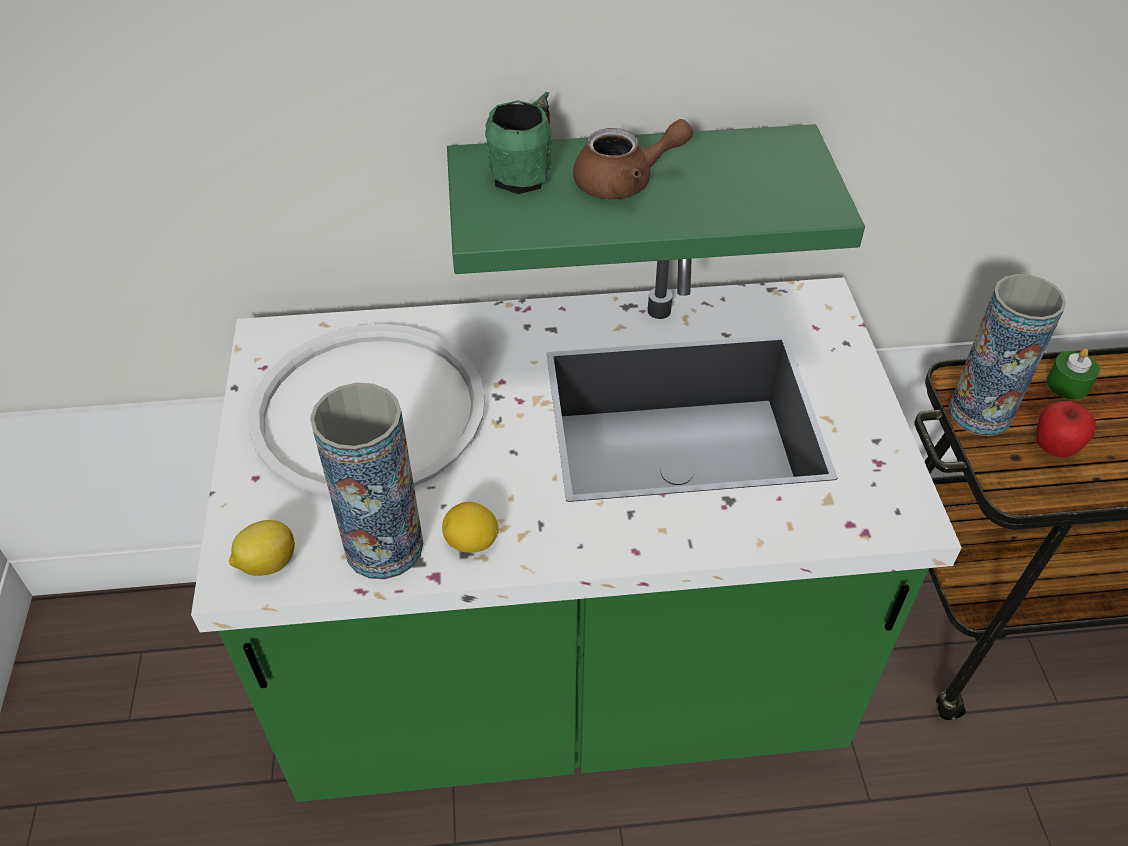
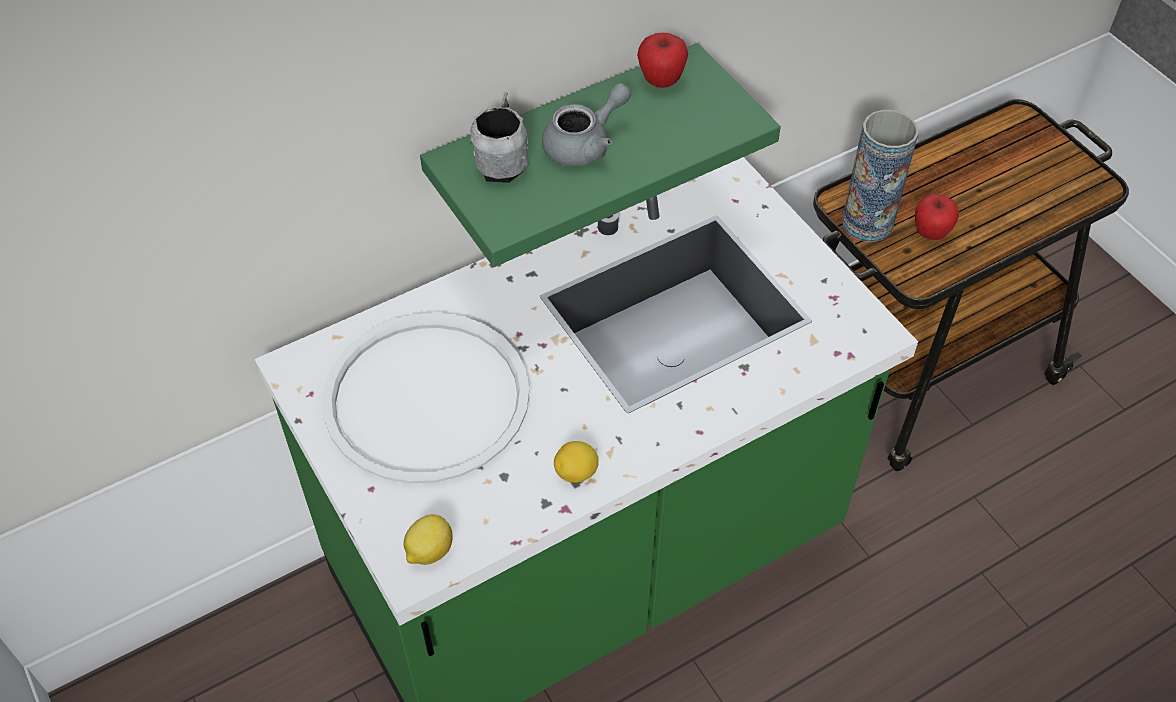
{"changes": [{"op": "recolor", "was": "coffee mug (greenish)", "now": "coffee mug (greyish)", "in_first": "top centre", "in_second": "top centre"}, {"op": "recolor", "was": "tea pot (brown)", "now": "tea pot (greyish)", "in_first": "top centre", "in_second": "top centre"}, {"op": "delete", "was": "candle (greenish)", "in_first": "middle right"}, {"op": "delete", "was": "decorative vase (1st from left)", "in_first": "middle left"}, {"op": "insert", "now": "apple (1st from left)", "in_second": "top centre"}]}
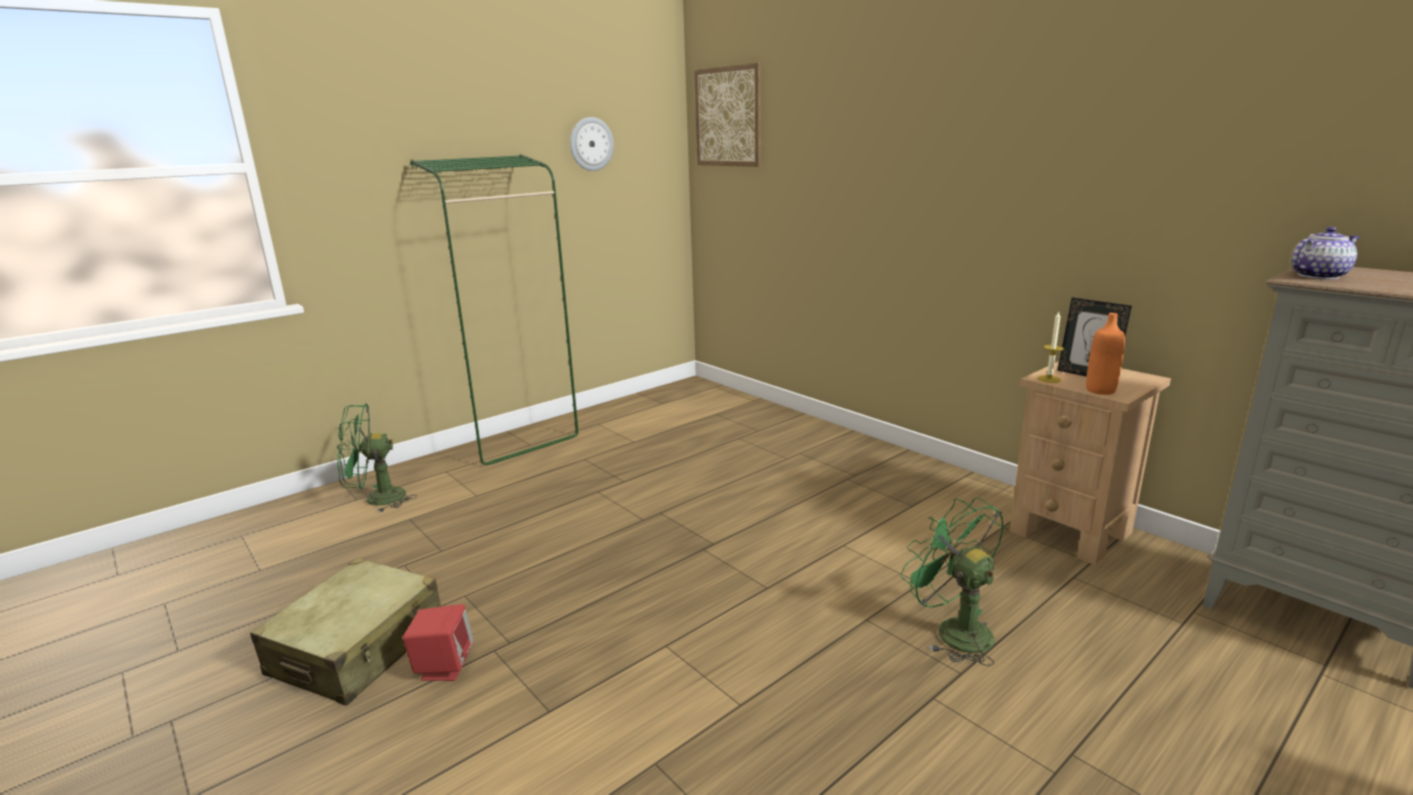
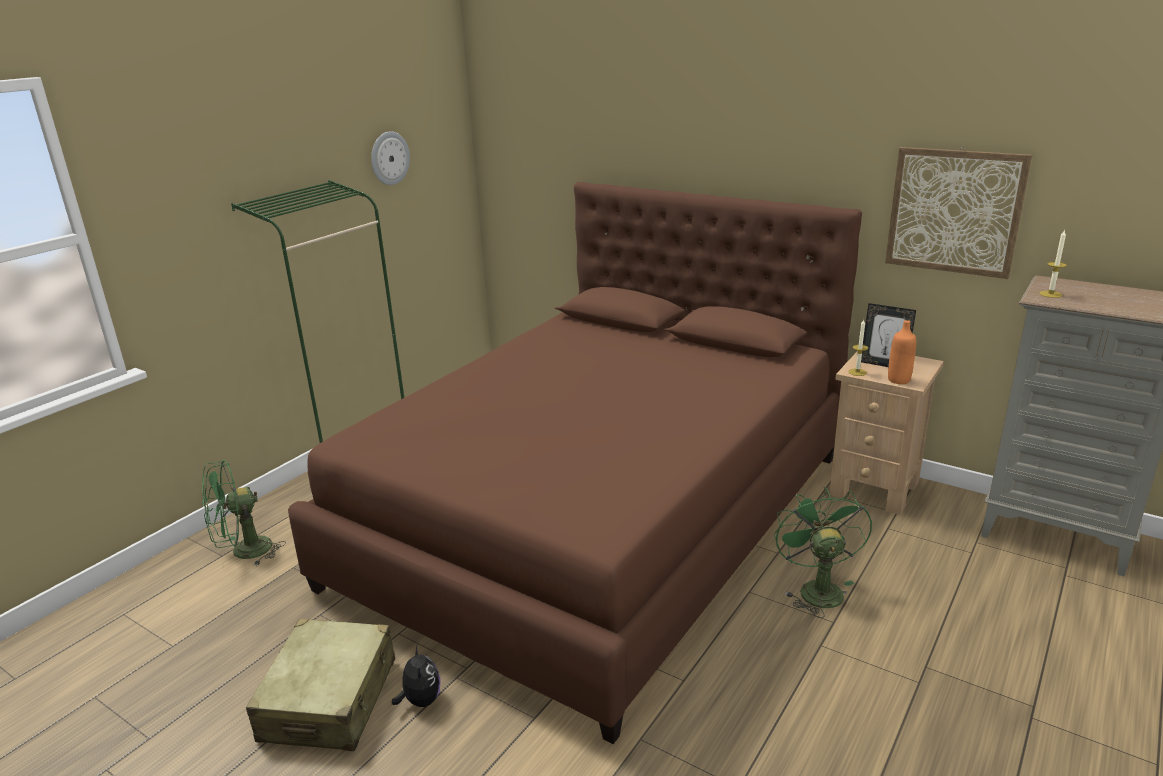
{"changes": [{"op": "move", "was": "wall picture", "in_first": "top centre", "in_second": "top right"}, {"op": "replace", "was": "tea pot", "now": "candle (2nd from left)", "in_first": "top right", "in_second": "middle right"}, {"op": "rotate", "was": "cooling fan (greenish) (2nd from left)", "in_first": "bottom right", "in_second": "bottom right", "clockwise": 45}, {"op": "replace", "was": "loudspeaker (red-coloured)", "now": "plush toy", "in_first": "bottom left", "in_second": "bottom centre"}, {"op": "insert", "now": "bed (brown)", "in_second": "centre"}]}
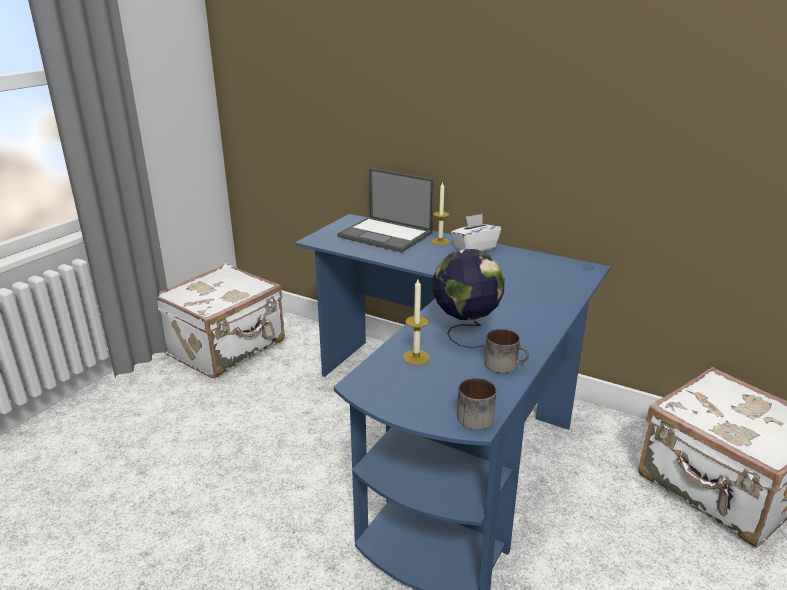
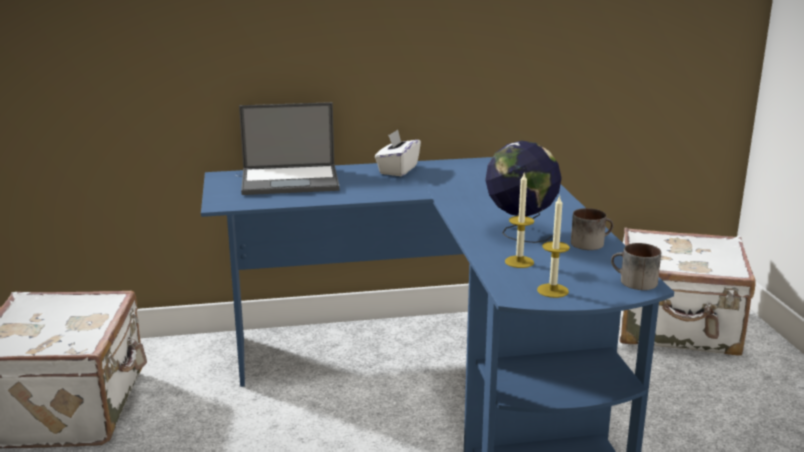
{"changes": [{"op": "move", "was": "candle (2nd from left)", "in_first": "centre", "in_second": "middle right"}]}
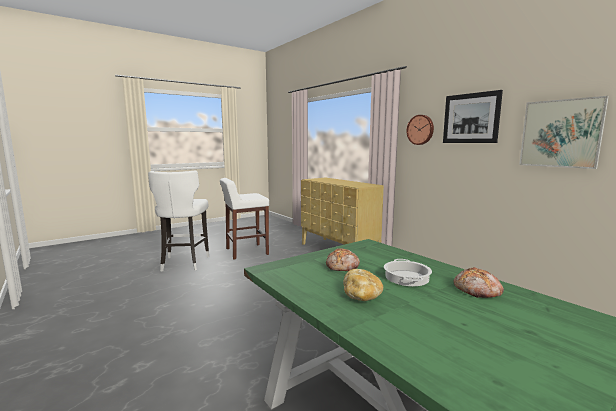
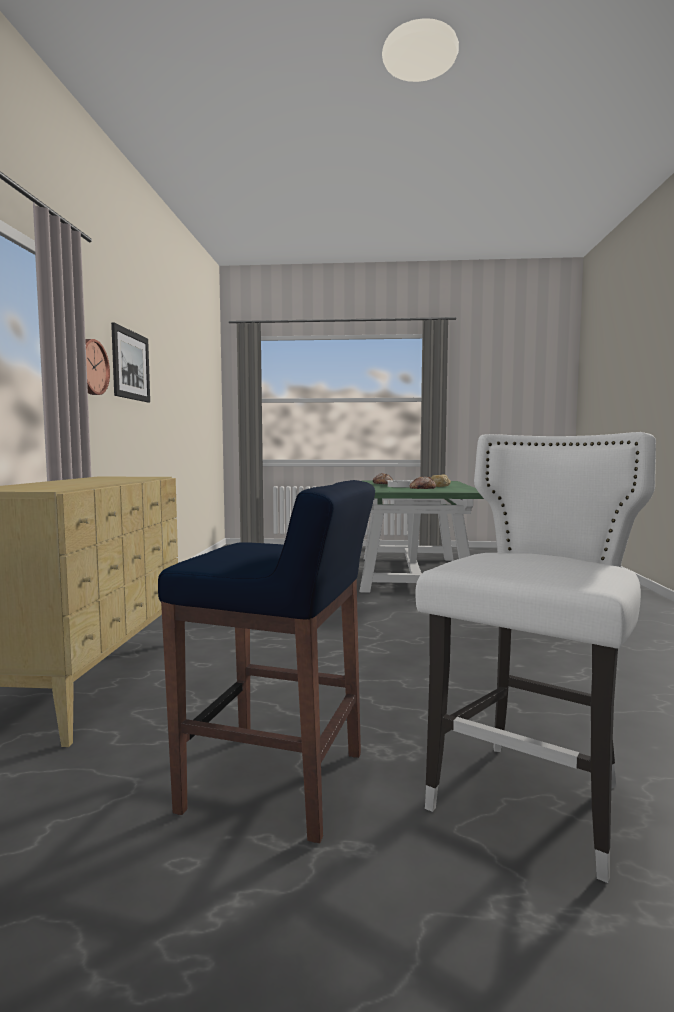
{"changes": [{"op": "delete", "was": "wall picture (2nd from left)", "in_first": "top right"}, {"op": "recolor", "was": "stool (whitish) (2nd from left)", "now": "stool (blue-coloured)", "in_first": "centre", "in_second": "centre"}]}
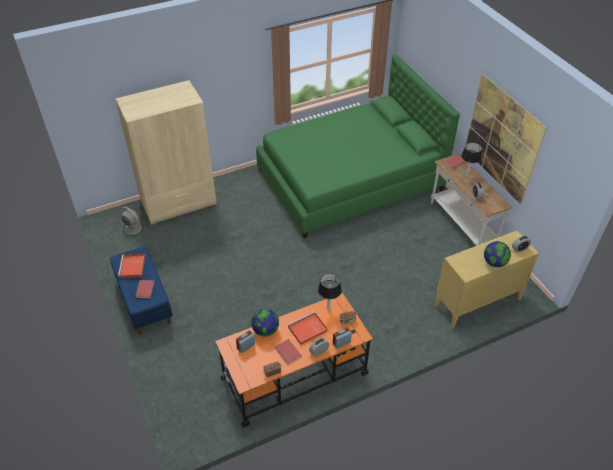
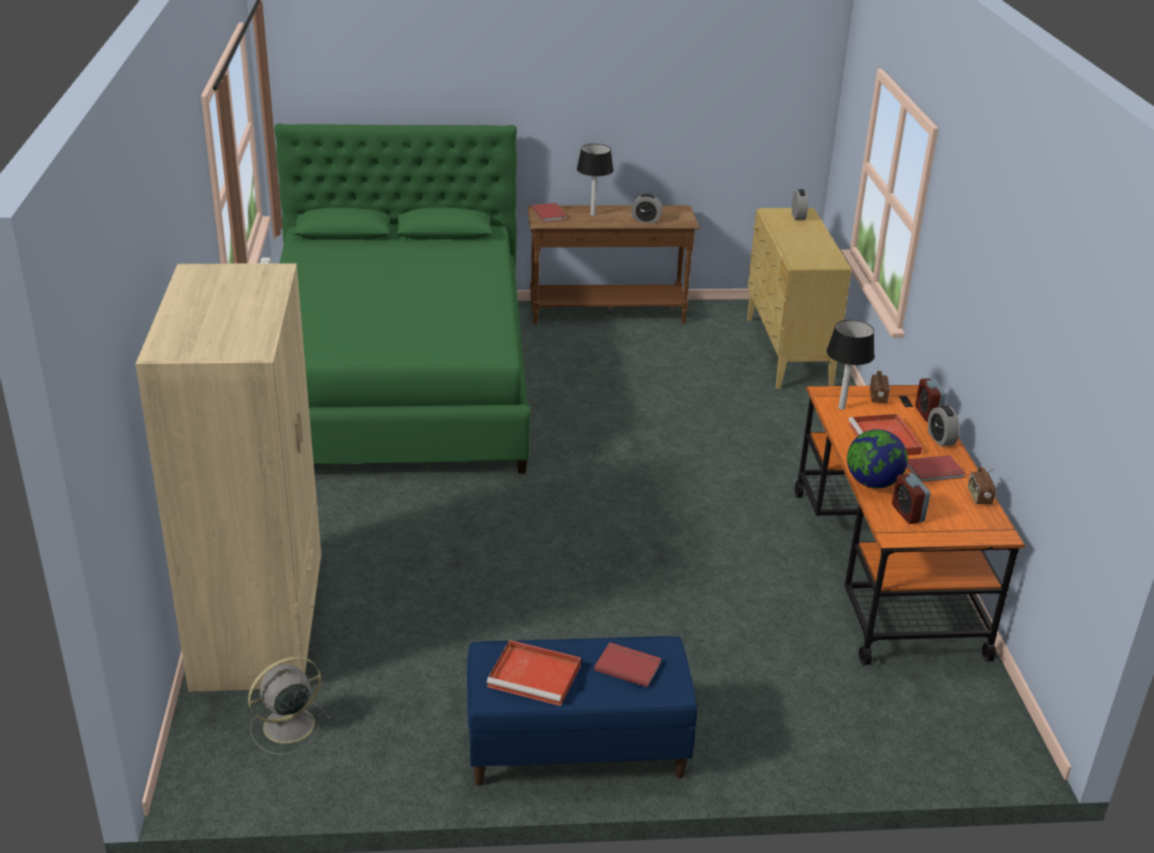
{"changes": [{"op": "delete", "was": "wall picture", "in_first": "top right"}, {"op": "recolor", "was": "hall table (whitish)", "now": "hall table (brown)", "in_first": "middle right", "in_second": "top centre"}, {"op": "delete", "was": "globe (2nd from left)", "in_first": "middle right"}]}
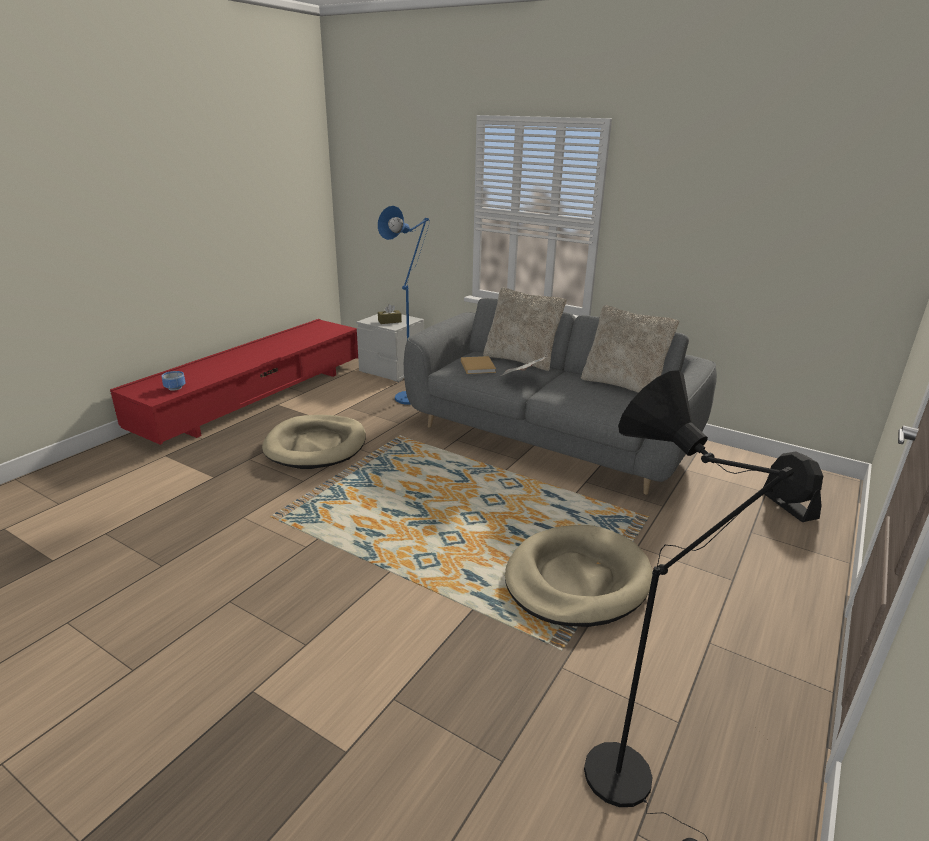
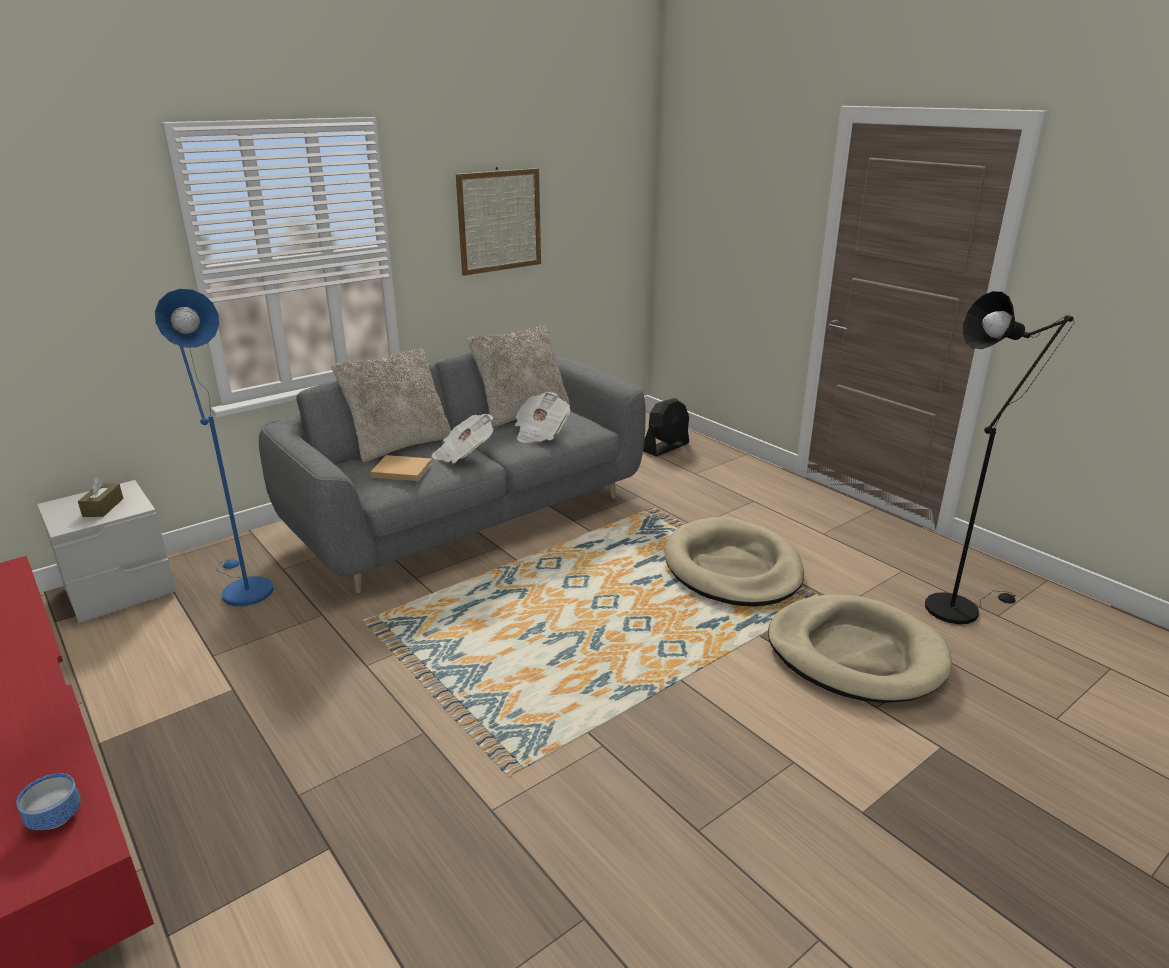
{"changes": [{"op": "move", "was": "dog cushion (sand-coloured) (1st from left in the first image)", "now": "dog cushion (sand-coloured) (2nd from left)", "in_first": "centre", "in_second": "bottom right"}, {"op": "rotate", "was": "cooling fan (black)", "in_first": "middle right", "in_second": "centre", "clockwise": -45}, {"op": "insert", "now": "wall picture", "in_second": "top centre"}, {"op": "insert", "now": "printed paper (2nd from left)", "in_second": "centre"}]}
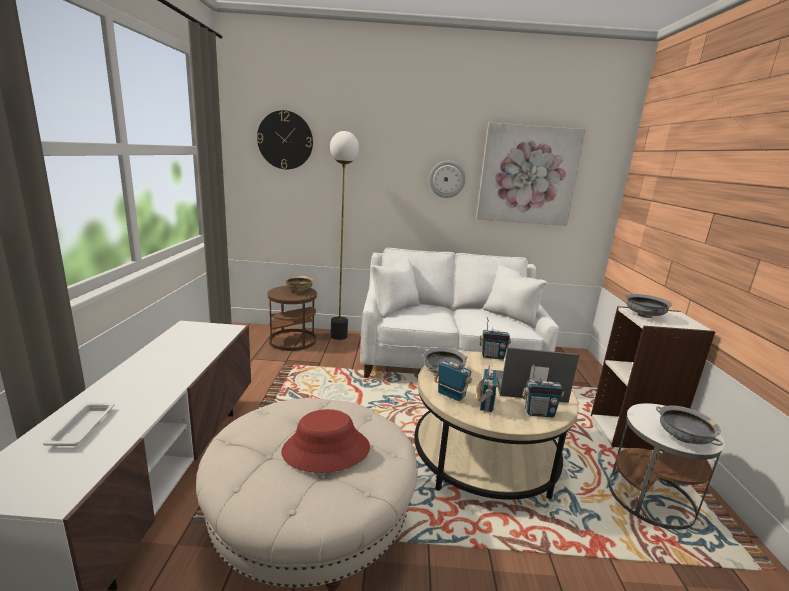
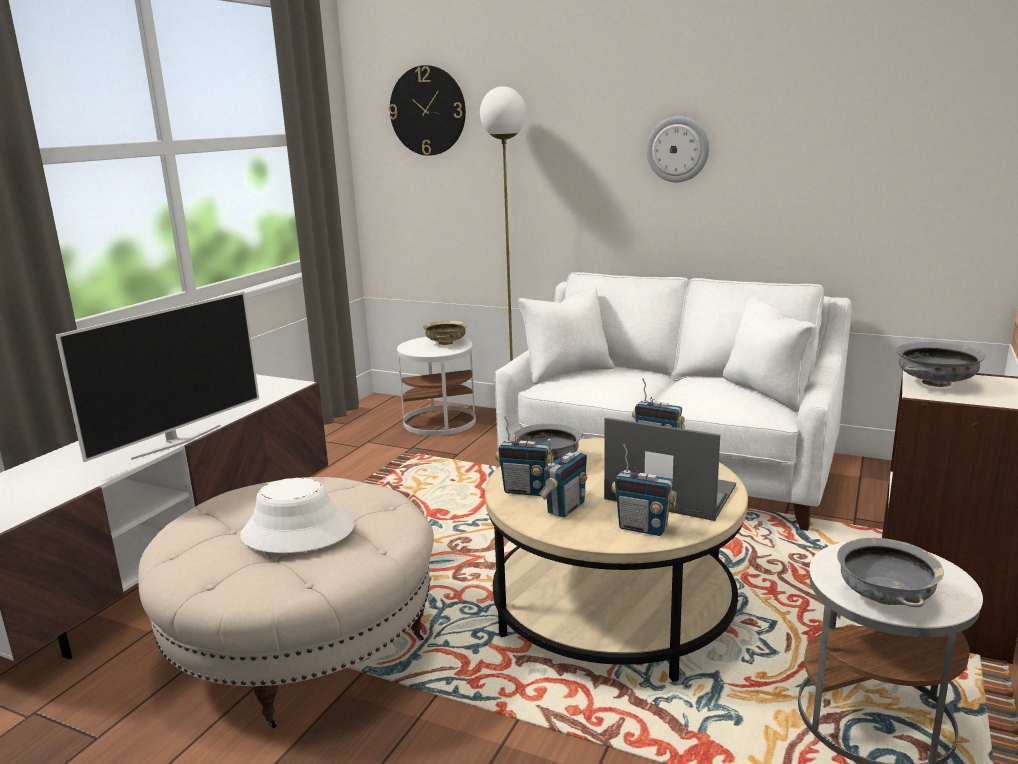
{"changes": [{"op": "delete", "was": "wall picture", "in_first": "top right"}, {"op": "recolor", "was": "accent table (brown)", "now": "accent table (whitish) (1st from left)", "in_first": "centre", "in_second": "centre"}, {"op": "rotate", "was": "radio receiver (1st from left)", "in_first": "centre", "in_second": "centre", "clockwise": 135}, {"op": "delete", "was": "serving tray (whitish)", "in_first": "bottom left"}, {"op": "recolor", "was": "hat (red-coloured)", "now": "hat (whitish)", "in_first": "bottom centre", "in_second": "bottom left"}, {"op": "insert", "now": "TV", "in_second": "middle left"}]}
